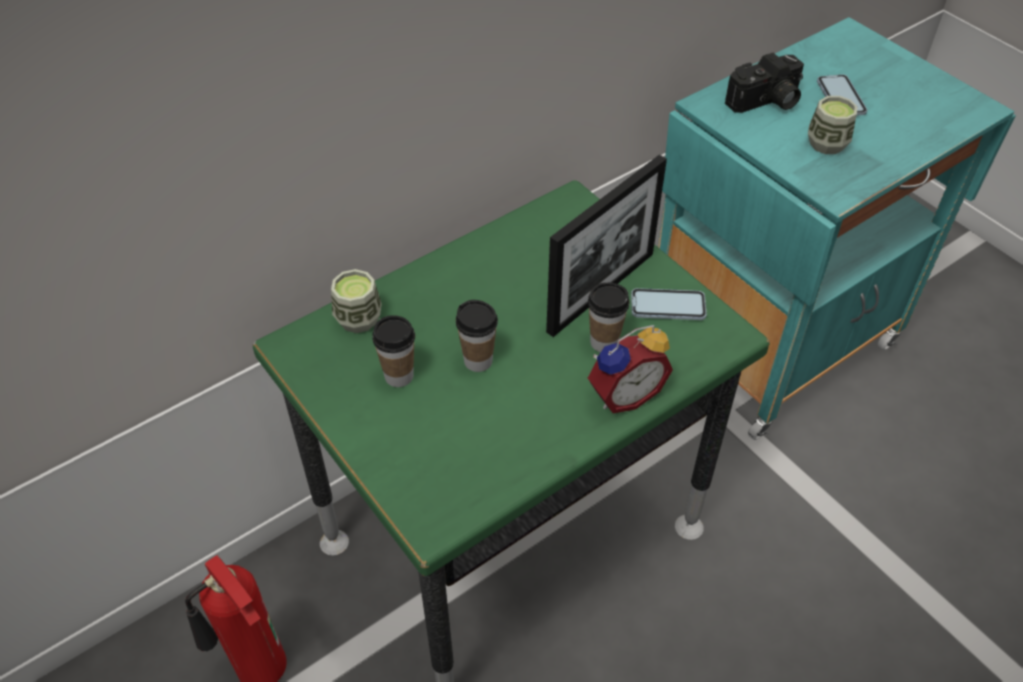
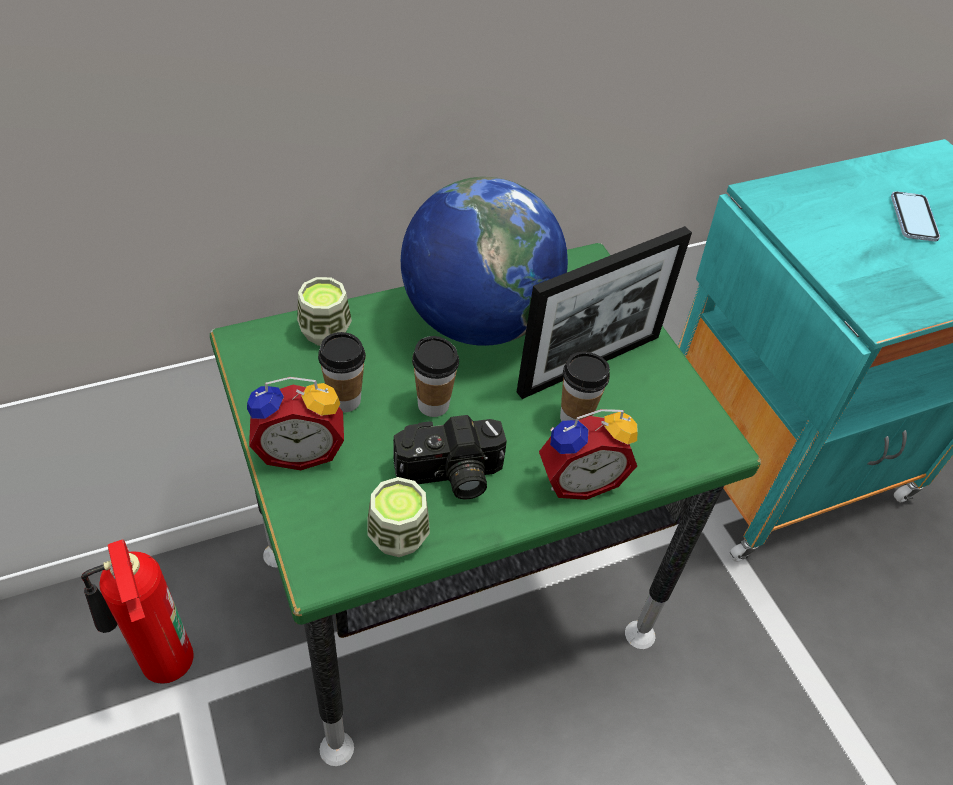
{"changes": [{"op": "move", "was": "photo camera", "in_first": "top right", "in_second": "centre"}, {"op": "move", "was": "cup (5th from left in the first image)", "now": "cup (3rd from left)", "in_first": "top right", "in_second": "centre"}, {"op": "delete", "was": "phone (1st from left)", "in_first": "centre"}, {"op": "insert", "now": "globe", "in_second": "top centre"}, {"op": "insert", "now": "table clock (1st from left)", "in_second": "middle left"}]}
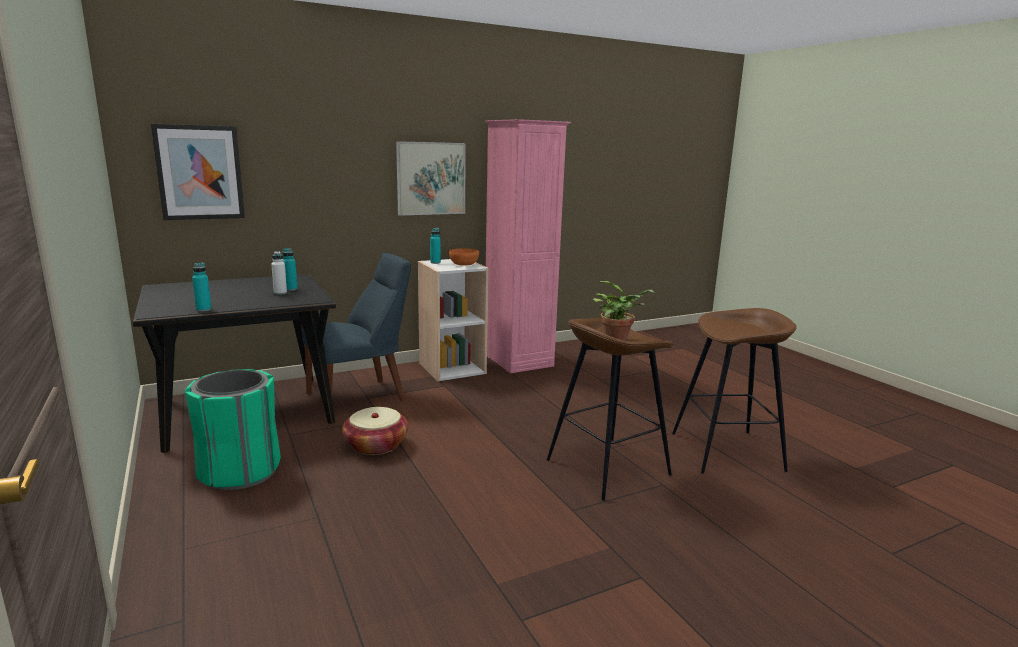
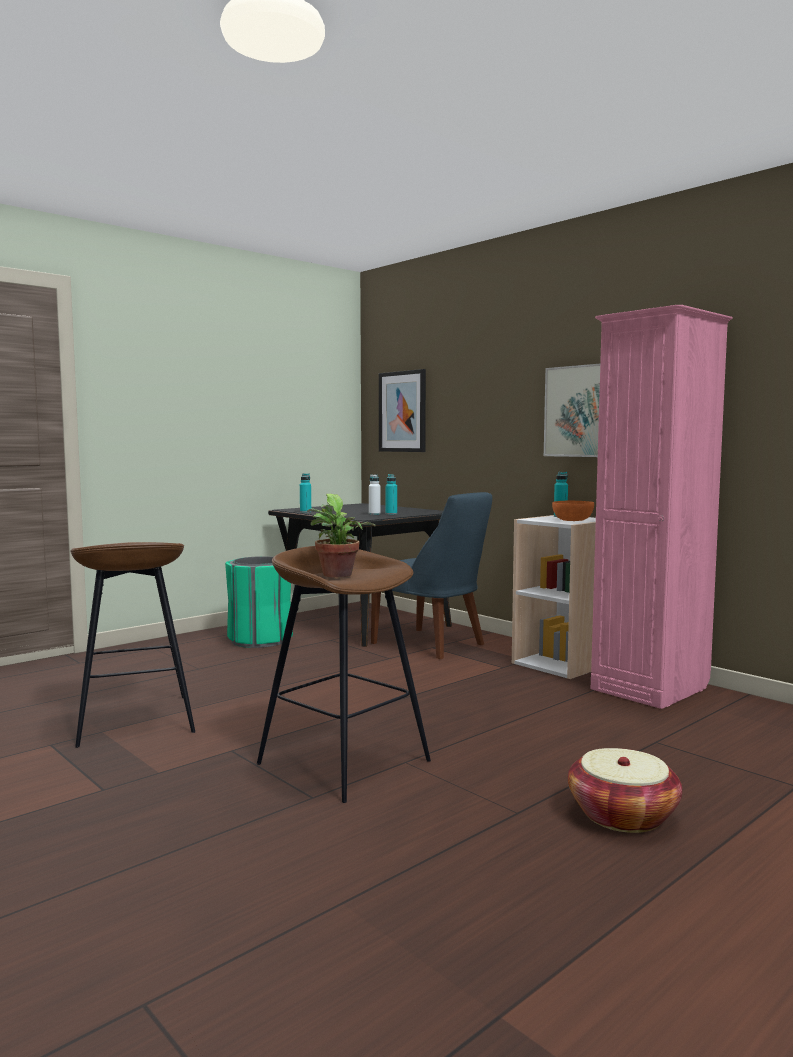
{"changes": [{"op": "move", "was": "stool (brown) (2nd from left in the first image)", "now": "stool (brown) (1st from left)", "in_first": "middle right", "in_second": "middle left"}, {"op": "move", "was": "household basket", "in_first": "centre", "in_second": "bottom right"}]}
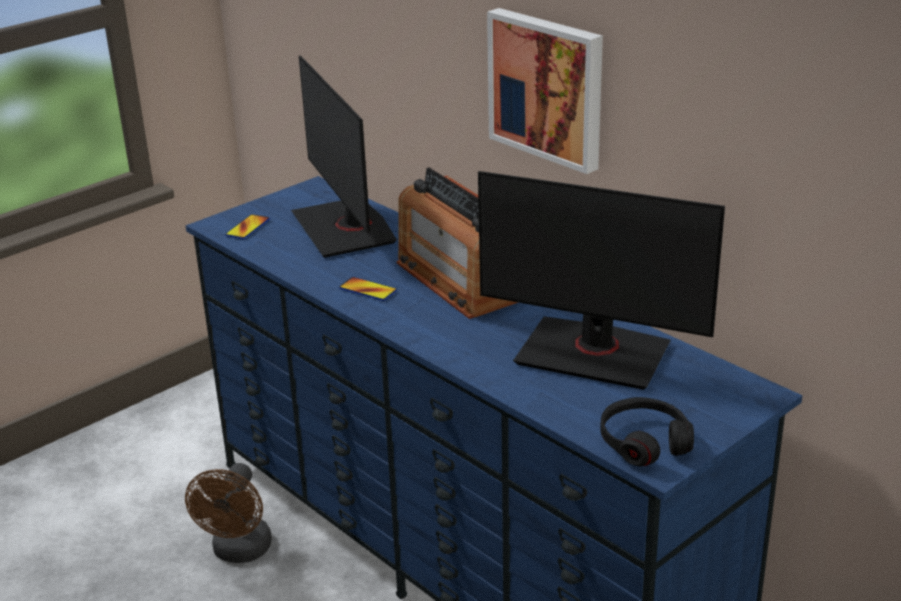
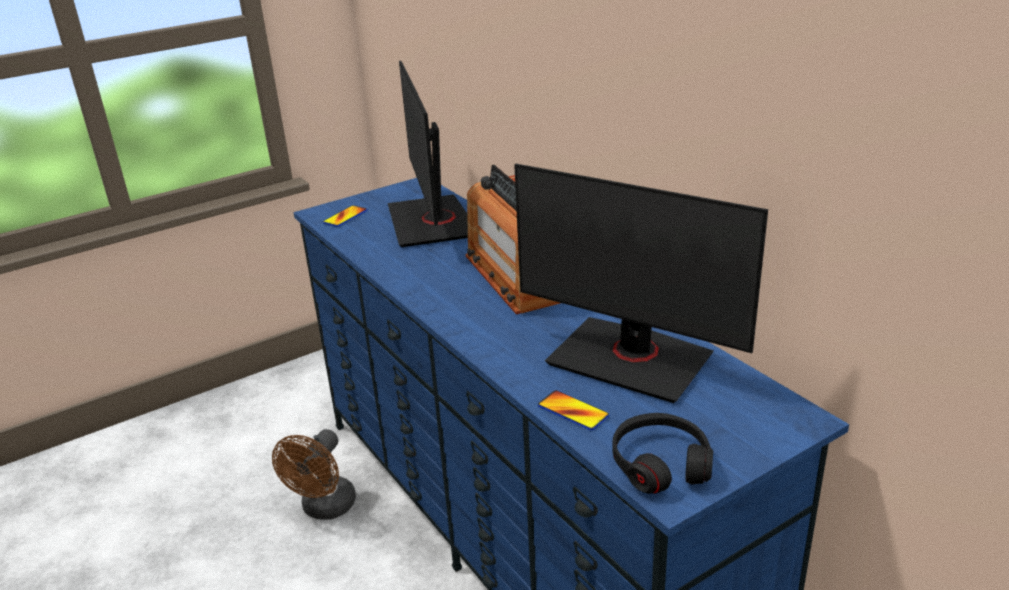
{"changes": [{"op": "delete", "was": "wall picture", "in_first": "top centre"}, {"op": "move", "was": "phone (2nd from left)", "in_first": "centre", "in_second": "bottom centre"}]}
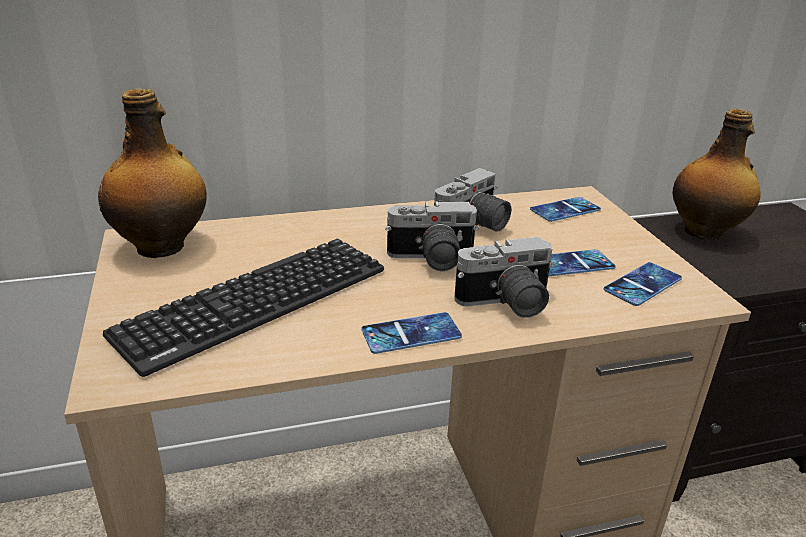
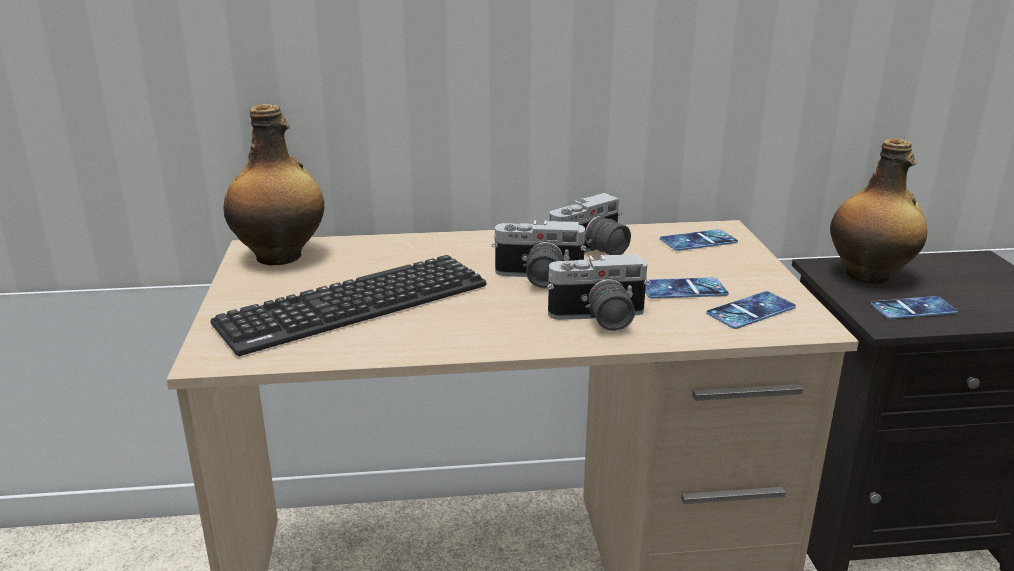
{"changes": [{"op": "move", "was": "phone (1st from left in the first image)", "now": "phone (4th from left)", "in_first": "centre", "in_second": "middle right"}]}
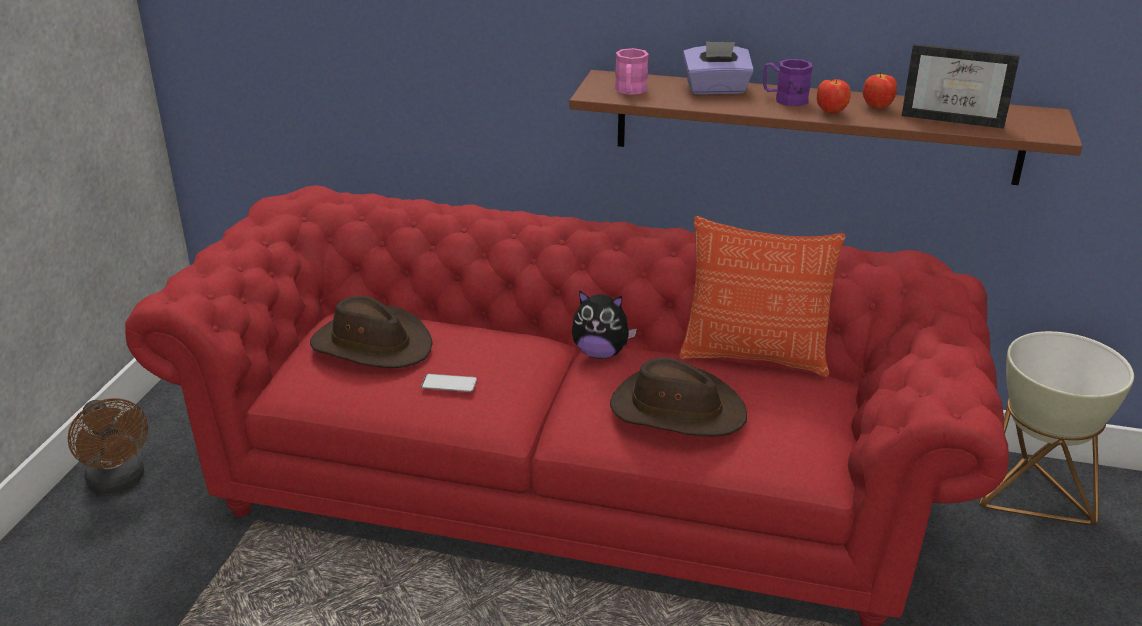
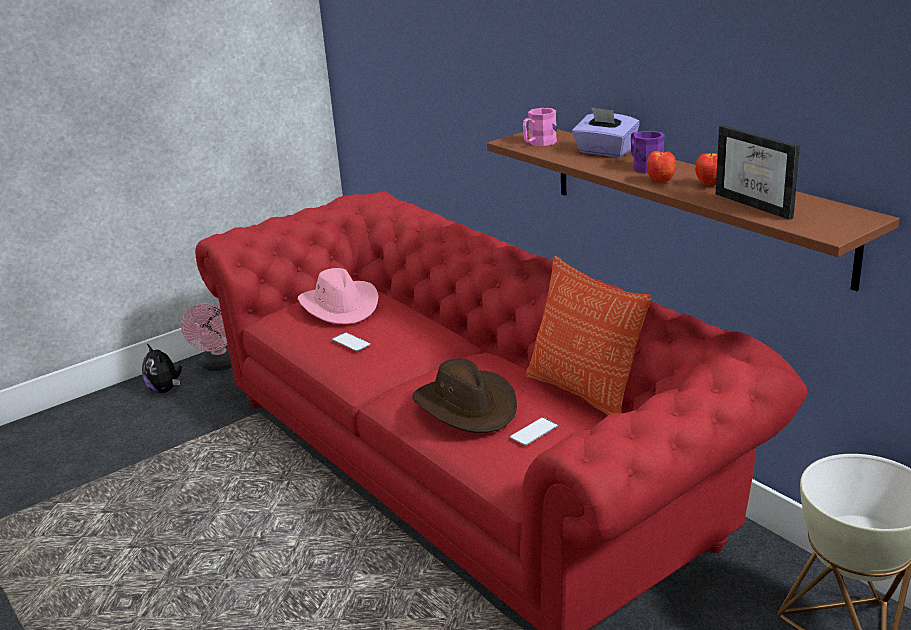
{"changes": [{"op": "move", "was": "plush toy", "in_first": "centre", "in_second": "middle left"}, {"op": "recolor", "was": "hat (brown) (1st from left)", "now": "hat (pink-coloured)", "in_first": "middle left", "in_second": "centre"}, {"op": "recolor", "was": "cooling fan (brown)", "now": "cooling fan (pink-coloured)", "in_first": "bottom left", "in_second": "middle left"}, {"op": "insert", "now": "phone (2nd from left)", "in_second": "bottom centre"}]}
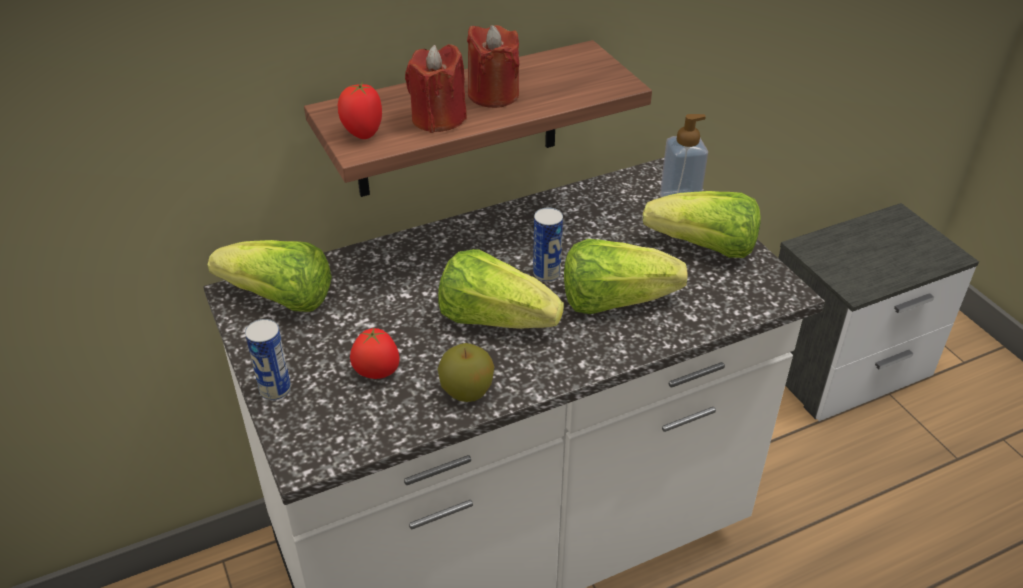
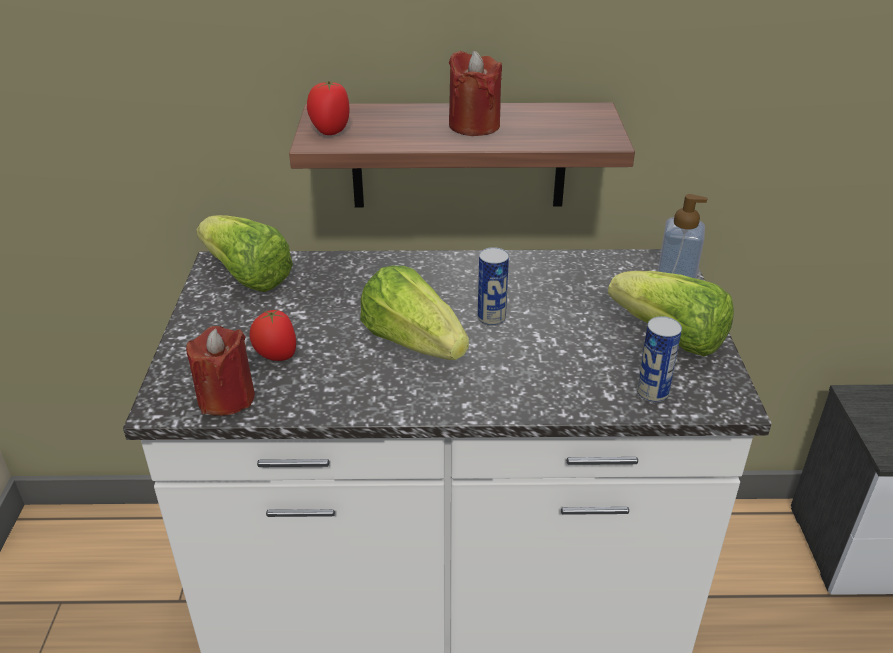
{"changes": [{"op": "move", "was": "candle (red-coloured) (1st from left)", "in_first": "top centre", "in_second": "middle left"}, {"op": "delete", "was": "lettuce head (3rd from left)", "in_first": "centre"}, {"op": "move", "was": "sealed can (1st from left in the first image)", "now": "sealed can (2nd from left)", "in_first": "middle left", "in_second": "middle right"}, {"op": "delete", "was": "apple", "in_first": "centre"}]}
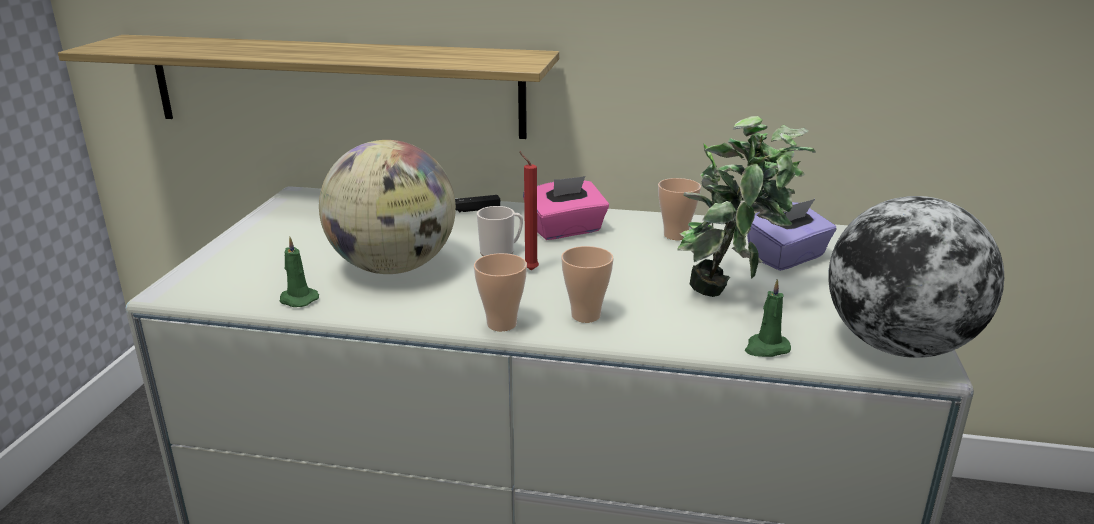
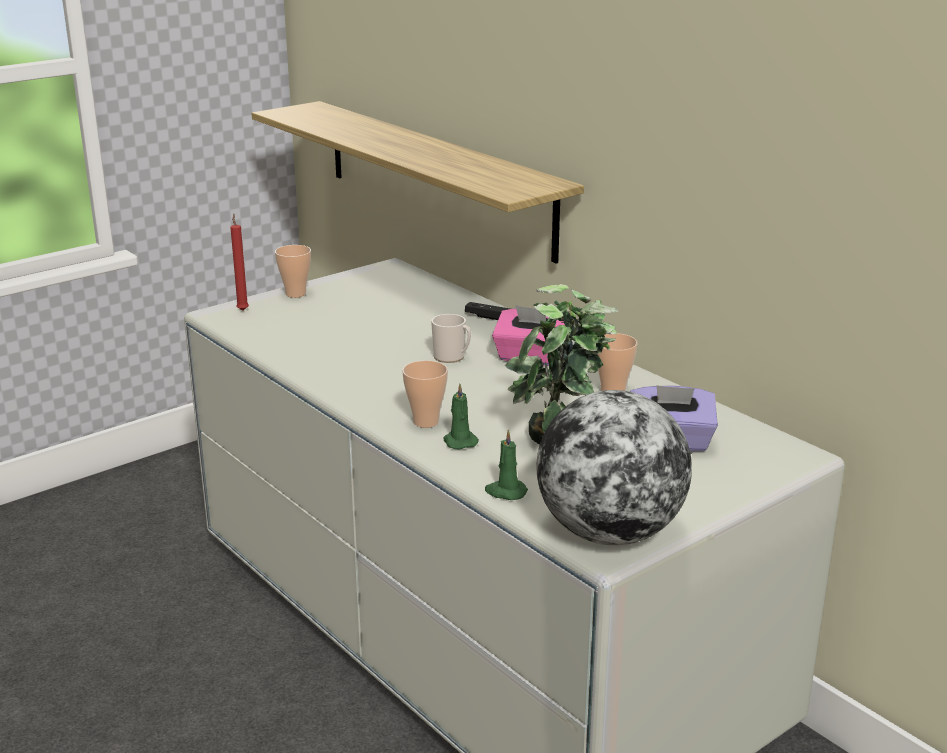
{"changes": [{"op": "delete", "was": "globe (1st from left)", "in_first": "centre"}, {"op": "move", "was": "candle (red-coloured)", "in_first": "centre", "in_second": "middle left"}, {"op": "move", "was": "candle (greenish) (1st from left)", "in_first": "middle left", "in_second": "centre"}, {"op": "move", "was": "cup (1st from left)", "in_first": "centre", "in_second": "middle left"}]}
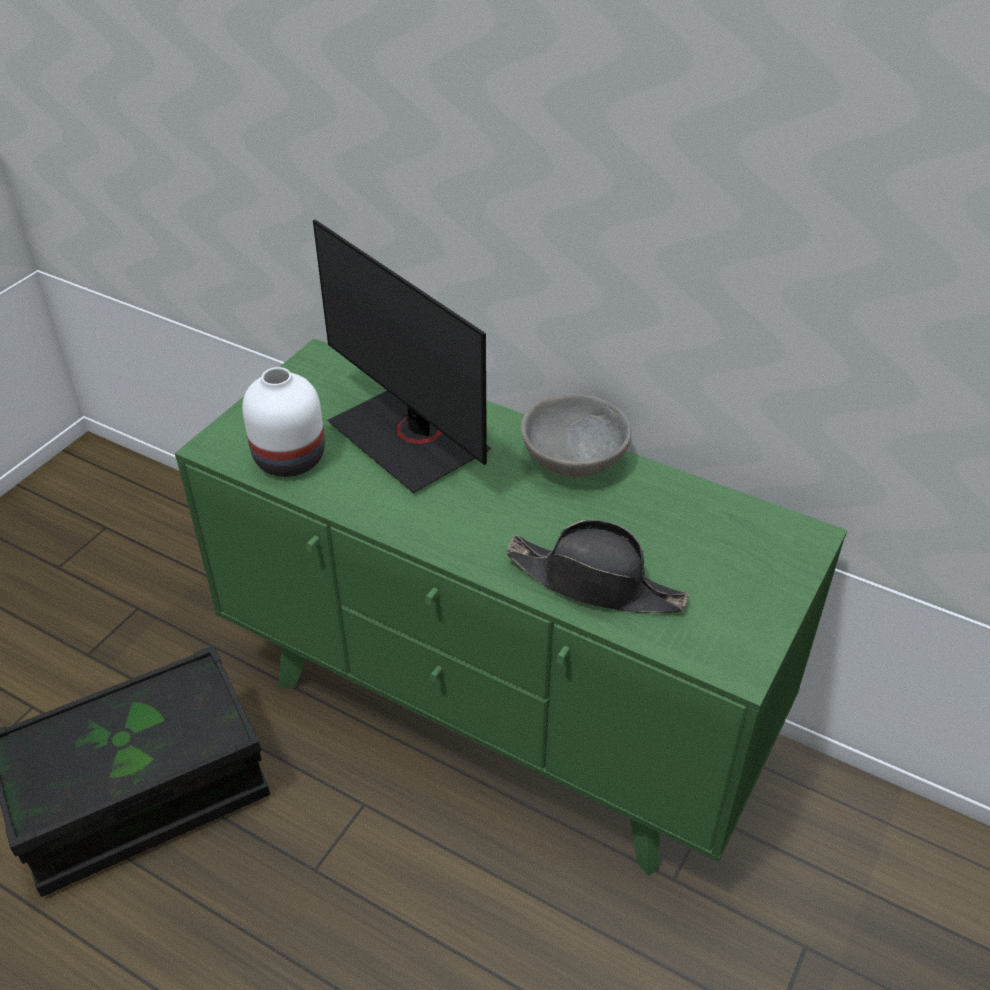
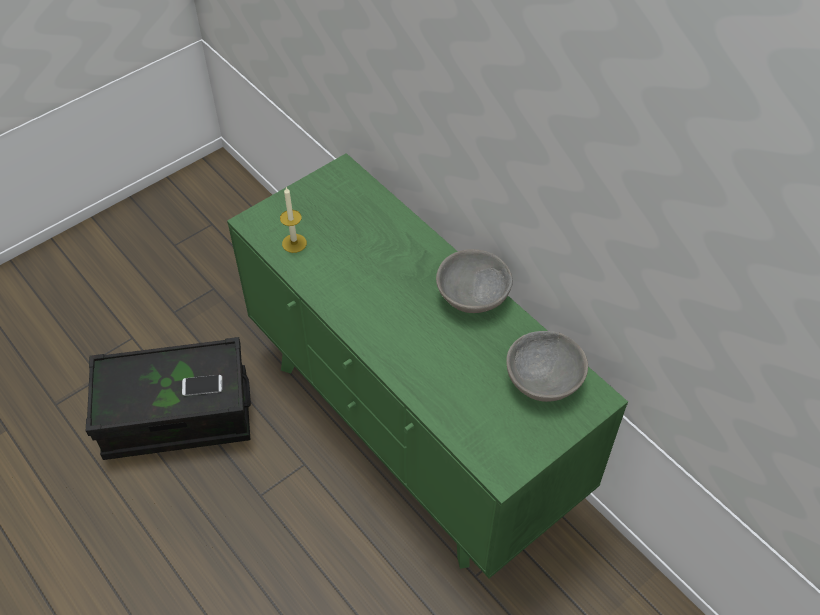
{"changes": [{"op": "delete", "was": "monitor", "in_first": "centre"}, {"op": "replace", "was": "decorative vase (whitish)", "now": "candle", "in_first": "middle left", "in_second": "centre"}, {"op": "delete", "was": "hat (black)", "in_first": "centre"}, {"op": "insert", "now": "serving bowl (greyish) (2nd from left)", "in_second": "middle right"}, {"op": "insert", "now": "phone", "in_second": "middle left"}]}
